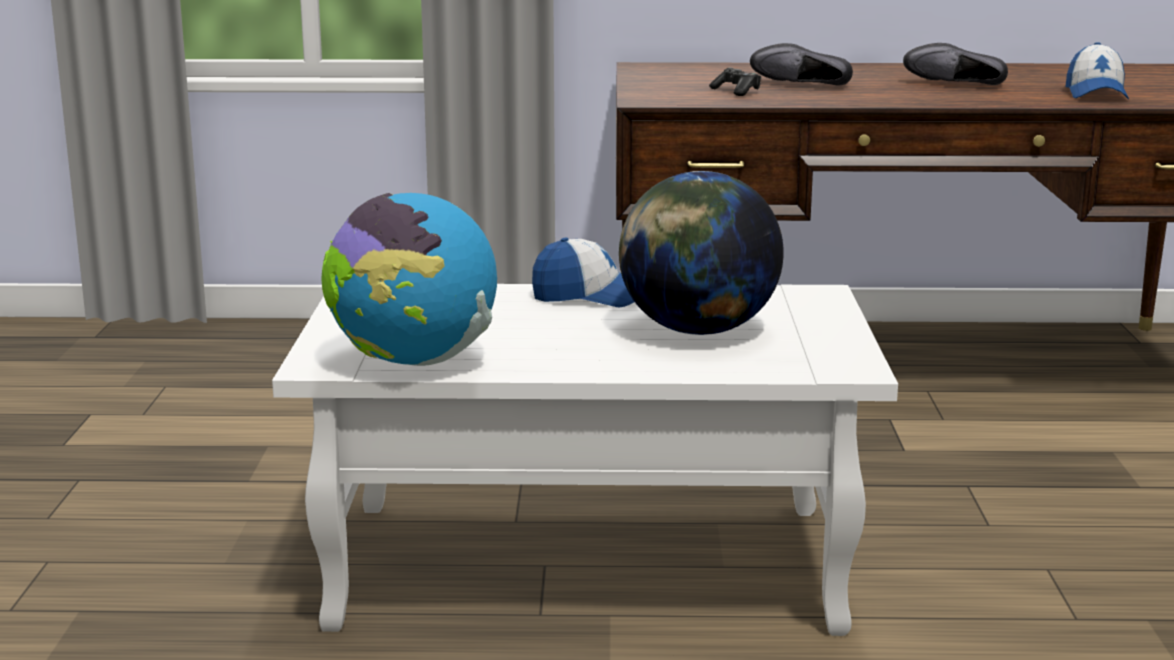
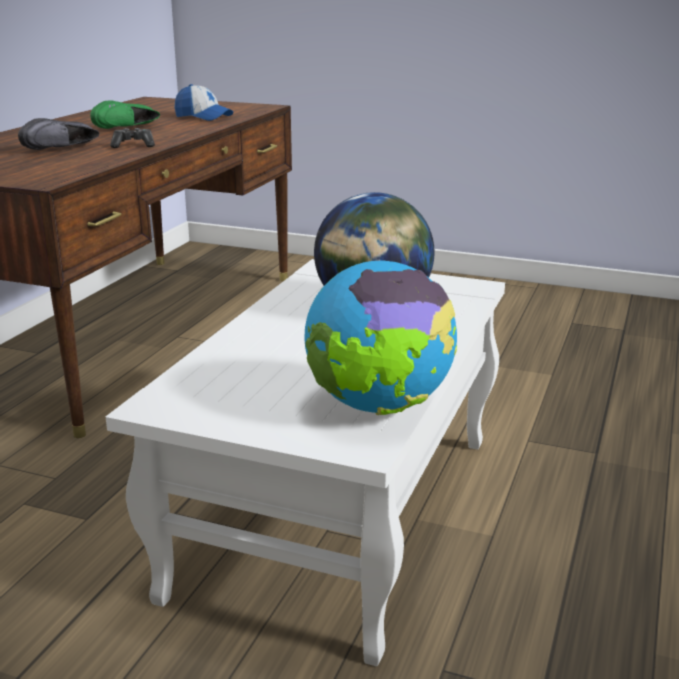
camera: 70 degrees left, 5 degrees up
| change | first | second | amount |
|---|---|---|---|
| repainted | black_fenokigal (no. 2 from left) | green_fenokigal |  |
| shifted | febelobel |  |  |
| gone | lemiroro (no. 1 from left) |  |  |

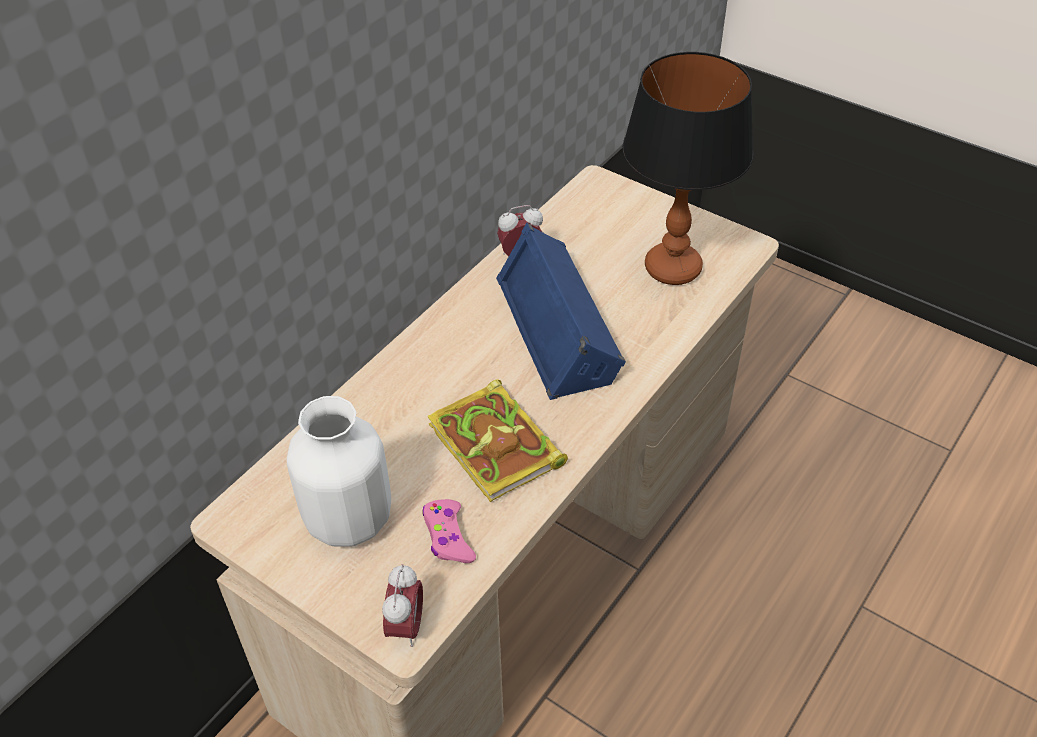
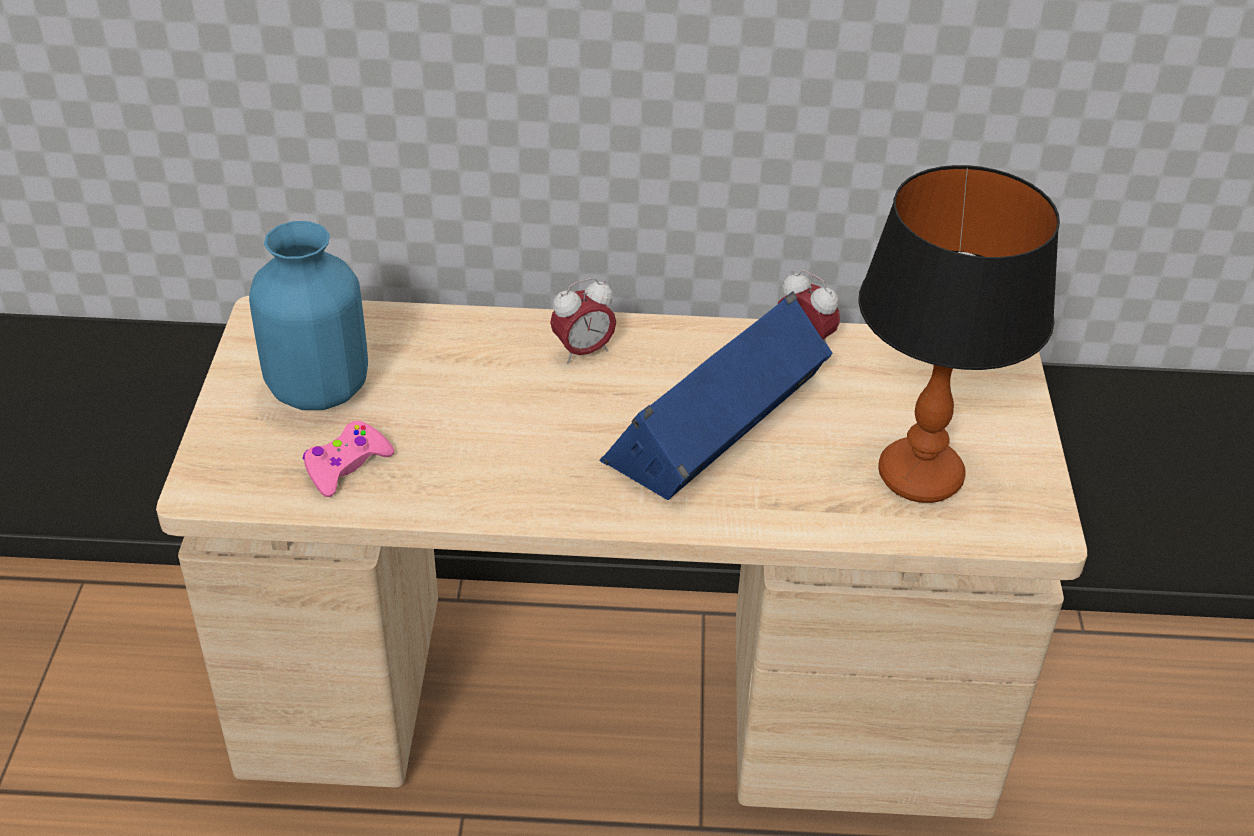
camera: 55 degrees right, 5 degrees down
| change | first | second | amount |
|---|---|---|---|
| gone | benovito |  |  |
| repainted | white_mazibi | blue_mazibi |  |
| shifted | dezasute (no. 1 from left) |  |  |

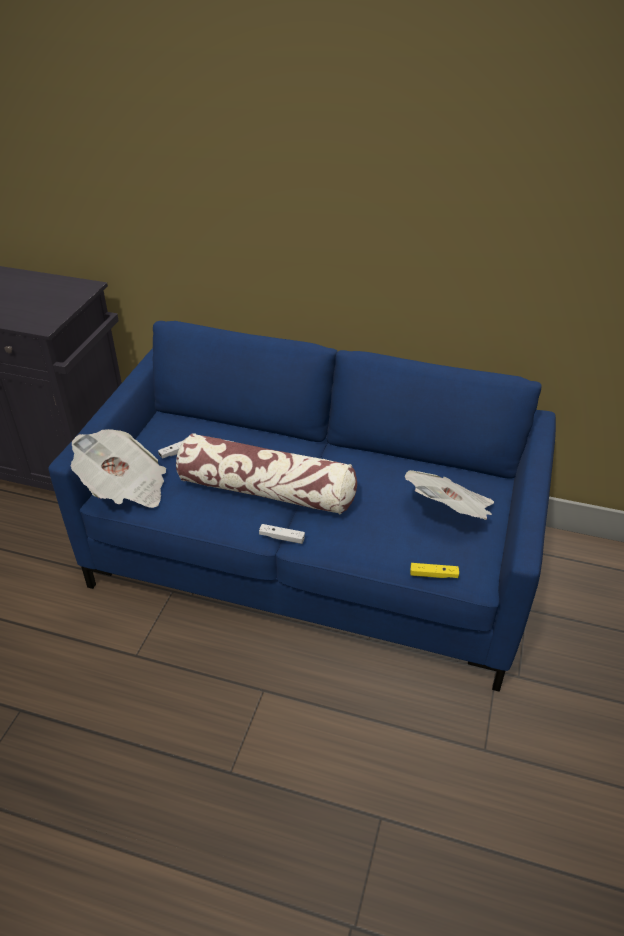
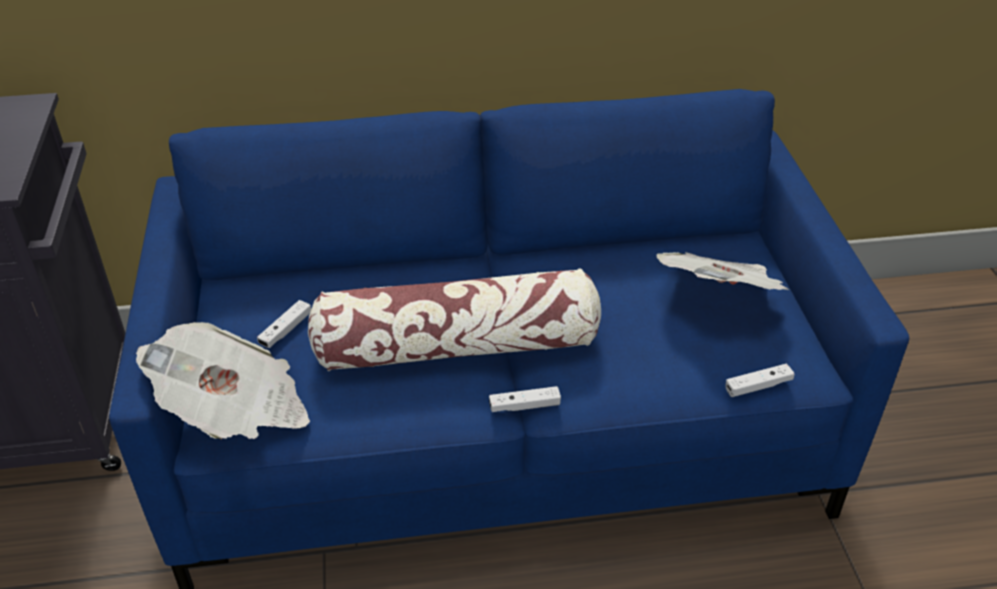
camera: 25 degrees left, 0 degrees up
| change | first | second | amount |
|---|---|---|---|
| repainted | yellow_febelobel | white_febelobel (no. 3 from left) |  |

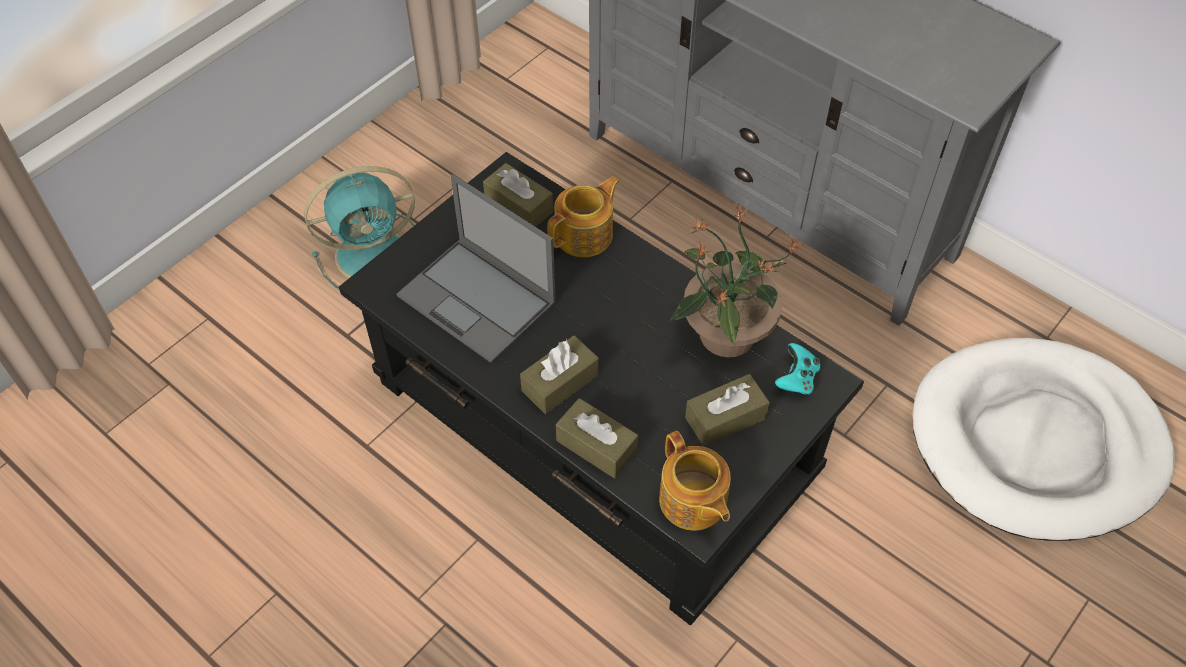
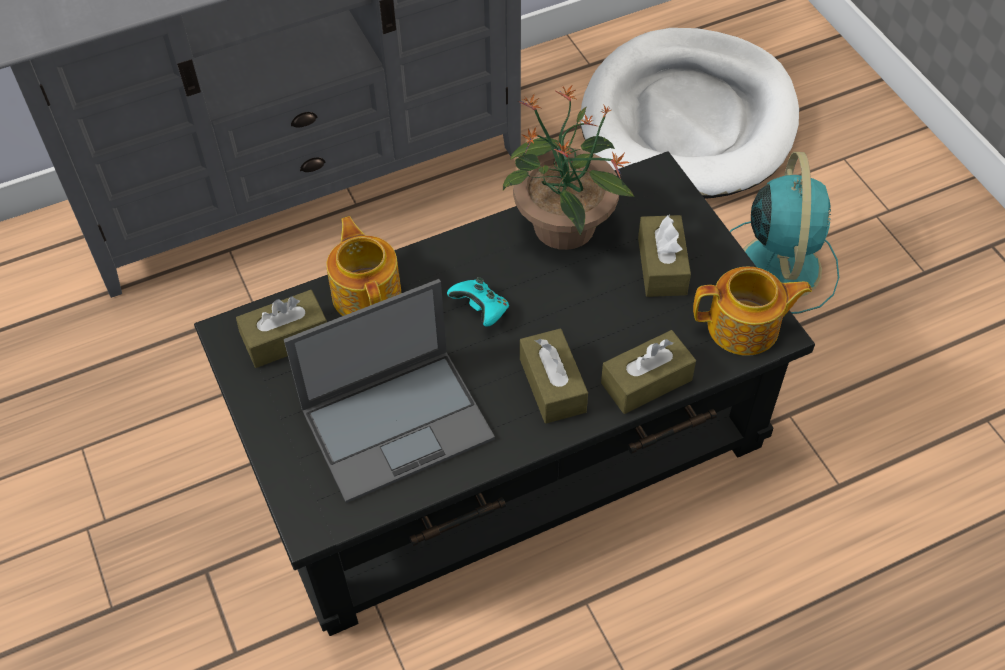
camera: 65 degrees left, 0 degrees up
| change | first | second | amount |
|---|---|---|---|
| shifted | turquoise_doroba |  |  |
| shifted | turquoise_febelobel |  |  |

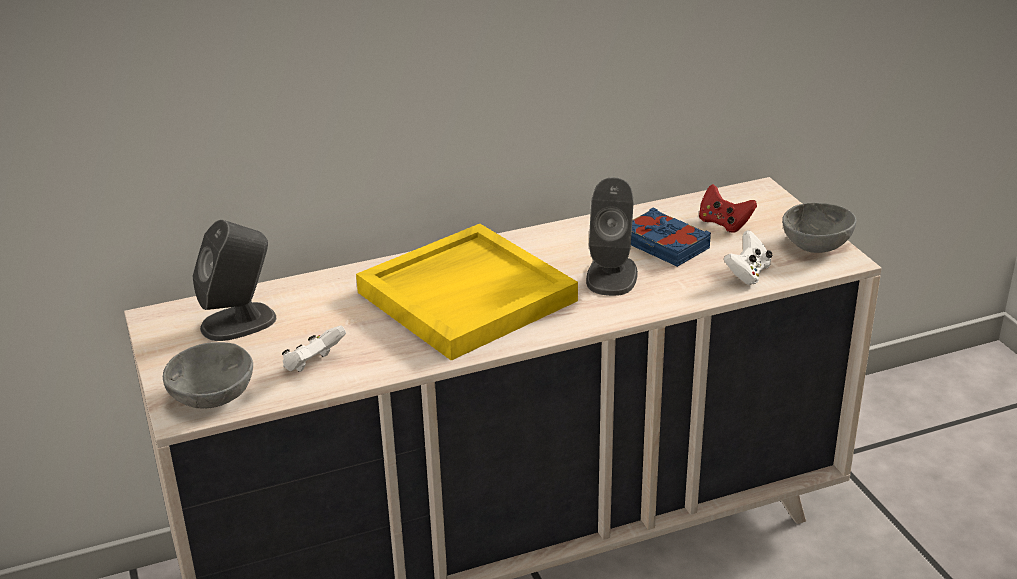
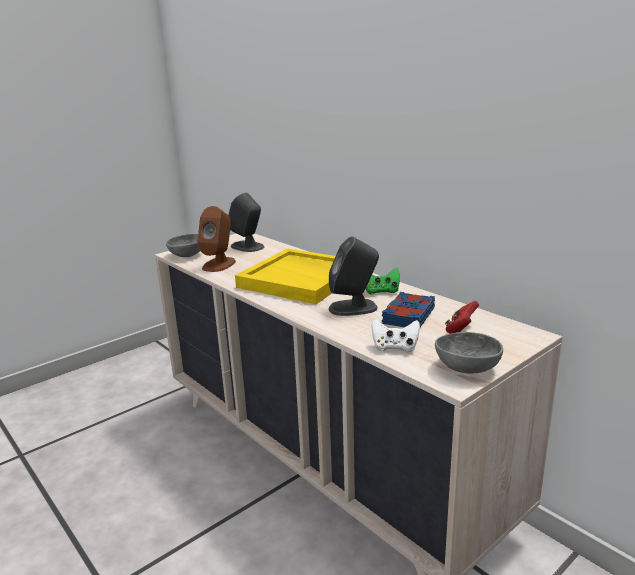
camera: 70 degrees right, 10 degrees down
| change | first | second | amount |
|---|---|---|---|
| swapped | white_febelobel (no. 1 from left) | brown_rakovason |  |
| new |  | green_febelobel |  |

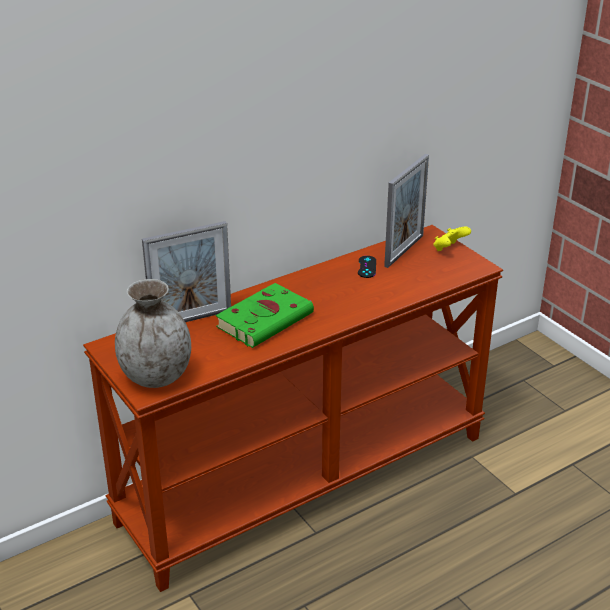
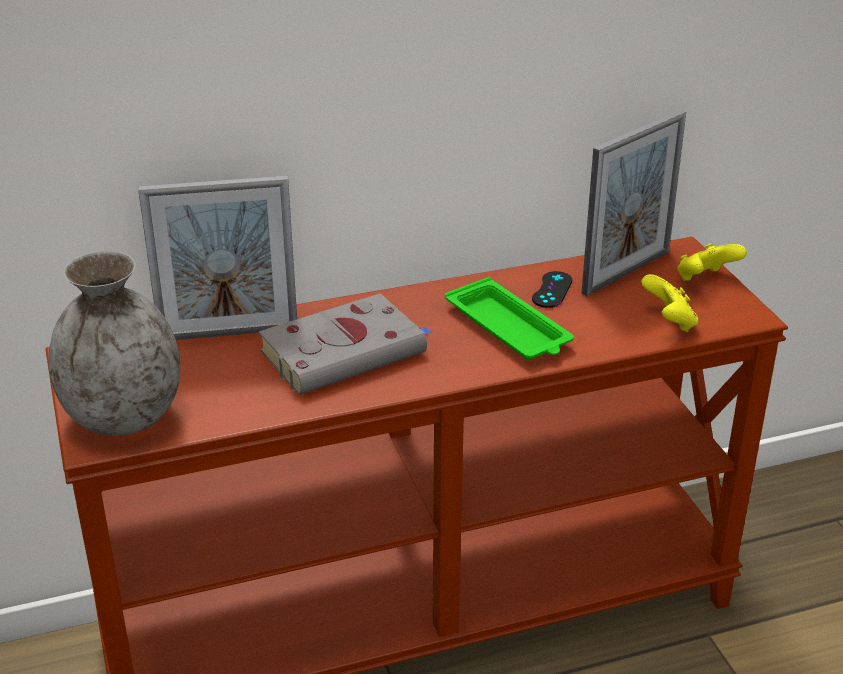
camera: 15 degrees right, 0 degrees up
| change | first | second | amount |
|---|---|---|---|
| repainted | green_benovito | grey_benovito |  |
| new |  | yellow_febelobel (no. 1 from left) |  |
| new |  | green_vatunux |  |

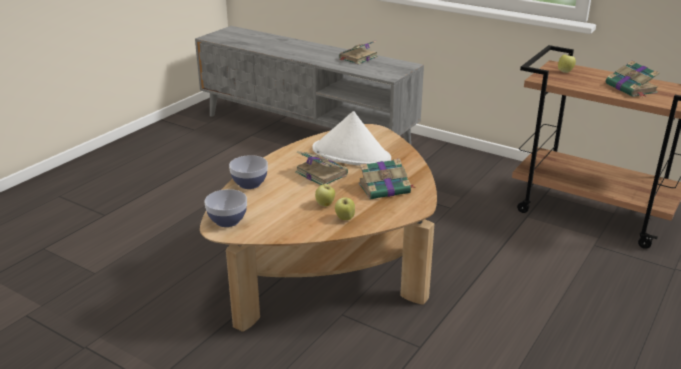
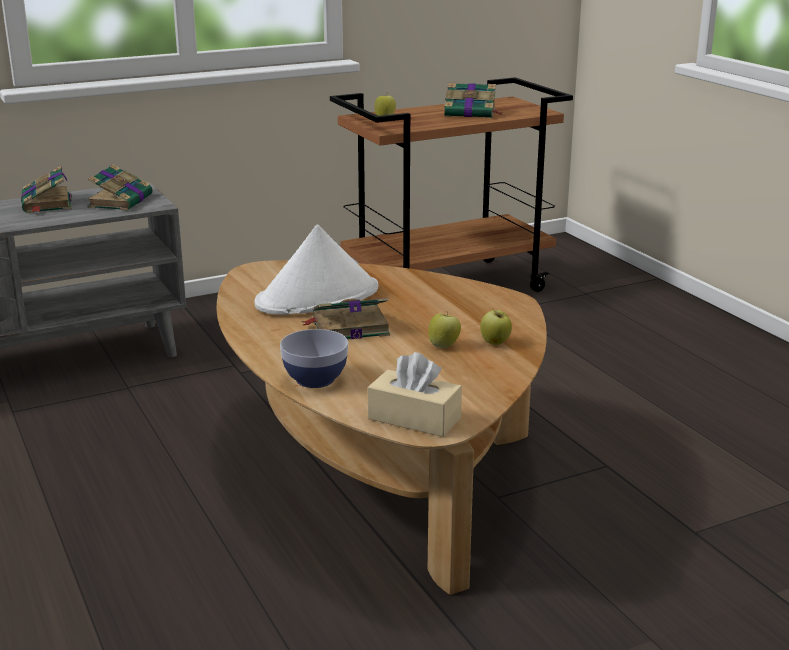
camera: 60 degrees left, 5 degrees down
| change | first | second | amount |
|---|---|---|---|
| shifted | benovito (no. 3 from left in the first image) | benovito (no. 2 from left) |  |
| swapped | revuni (no. 1 from left) | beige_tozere |  |

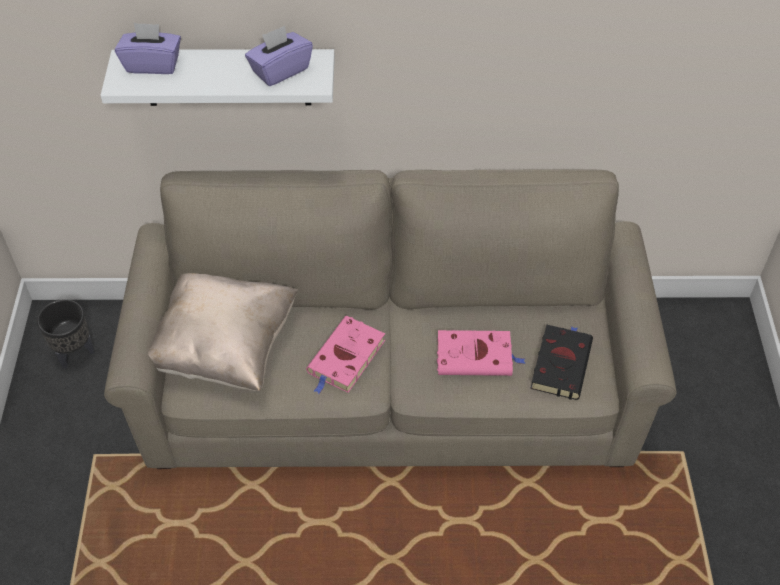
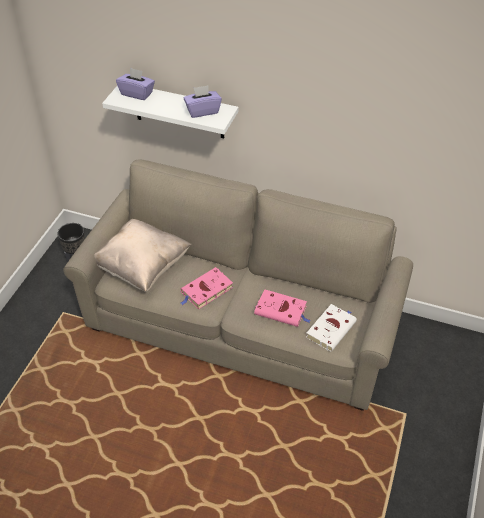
camera: 20 degrees right, 5 degrees down
| change | first | second | amount |
|---|---|---|---|
| repainted | black_benovito | white_benovito |  |

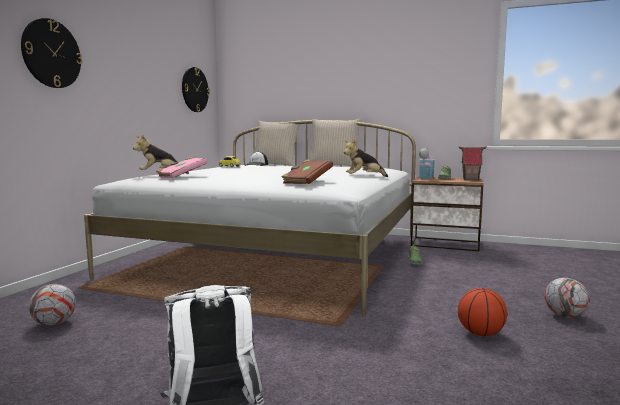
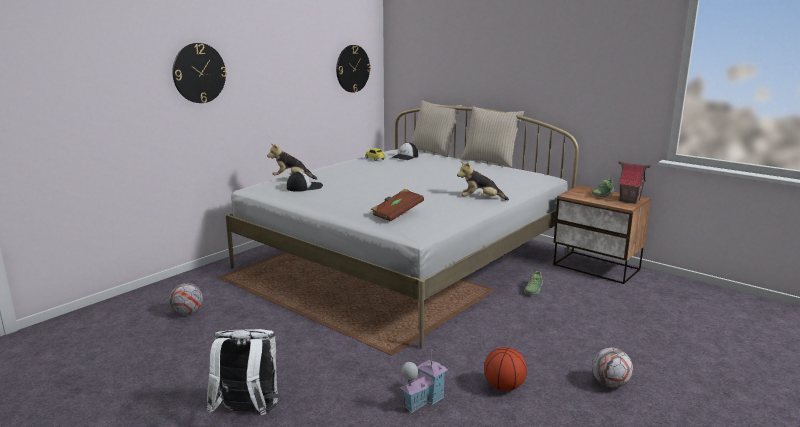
camera: 20 degrees right, 10 degrees up
| change | first | second | amount |
|---|---|---|---|
| shifted | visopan (no. 1 from left) |  |  |
| swapped | pink_benovito | lemiroro (no. 1 from left) |  |

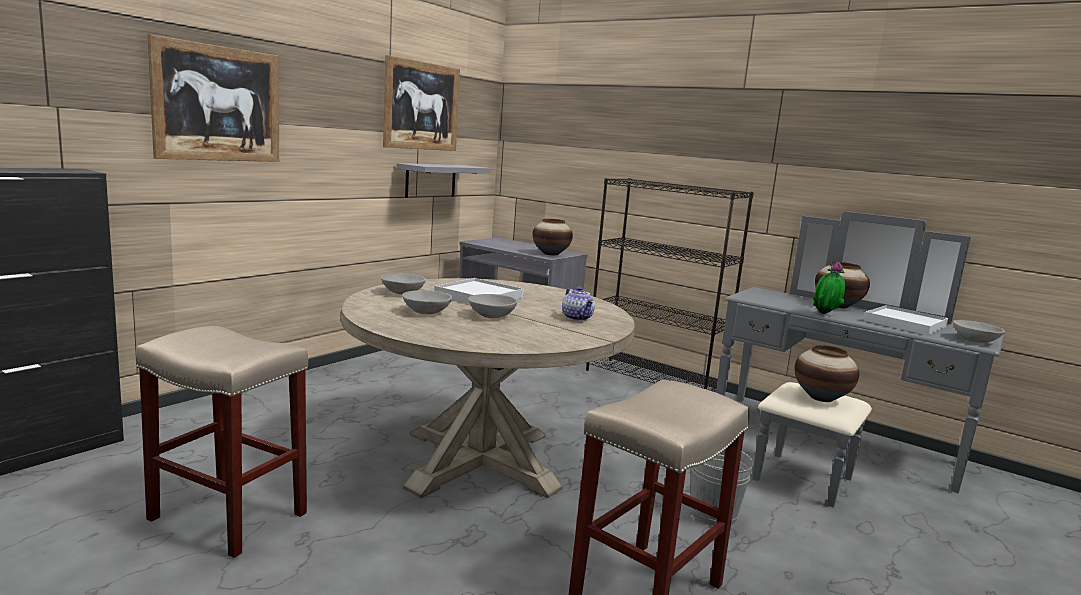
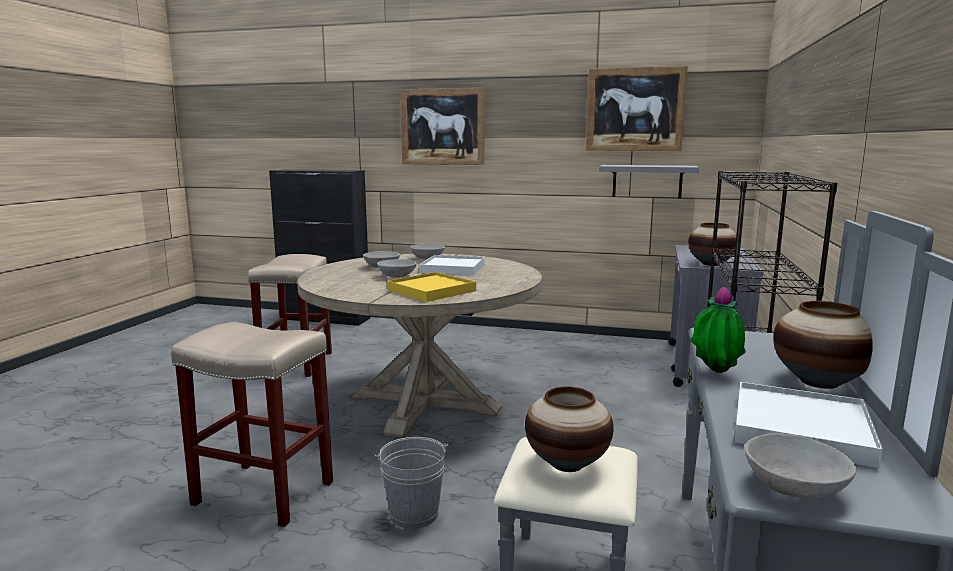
camera: 70 degrees right, 0 degrees up
| change | first | second | amount |
|---|---|---|---|
| swapped | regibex | yellow_vatunux |  |

